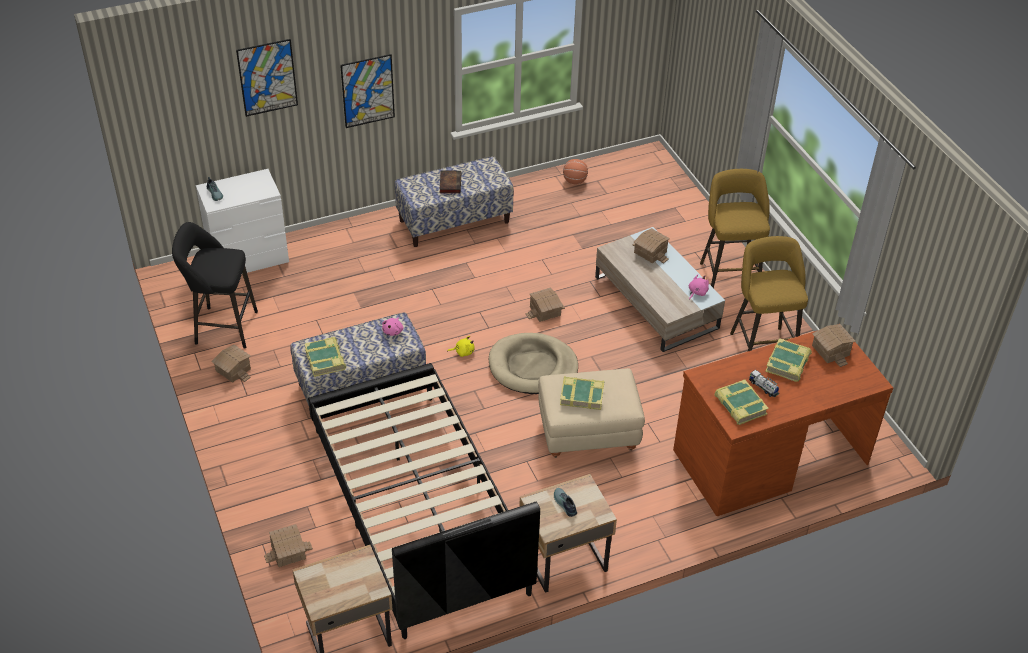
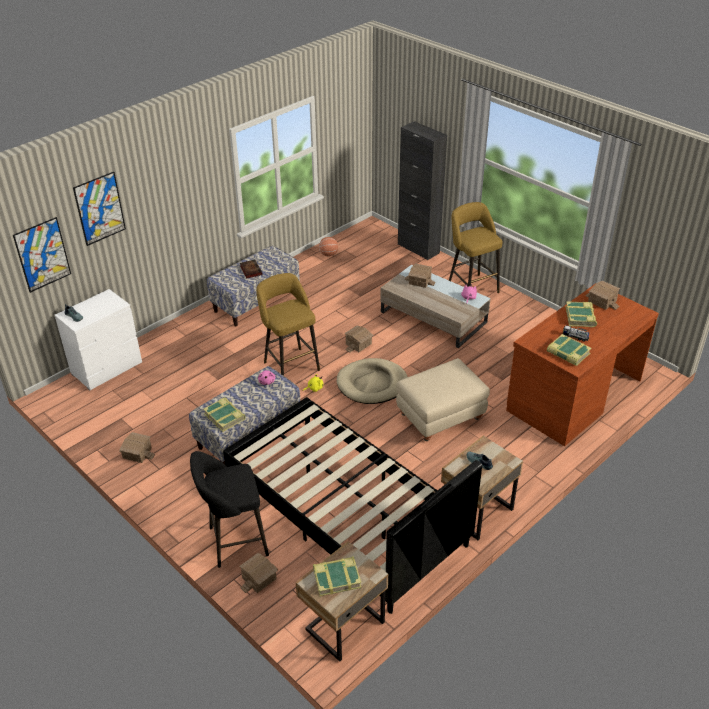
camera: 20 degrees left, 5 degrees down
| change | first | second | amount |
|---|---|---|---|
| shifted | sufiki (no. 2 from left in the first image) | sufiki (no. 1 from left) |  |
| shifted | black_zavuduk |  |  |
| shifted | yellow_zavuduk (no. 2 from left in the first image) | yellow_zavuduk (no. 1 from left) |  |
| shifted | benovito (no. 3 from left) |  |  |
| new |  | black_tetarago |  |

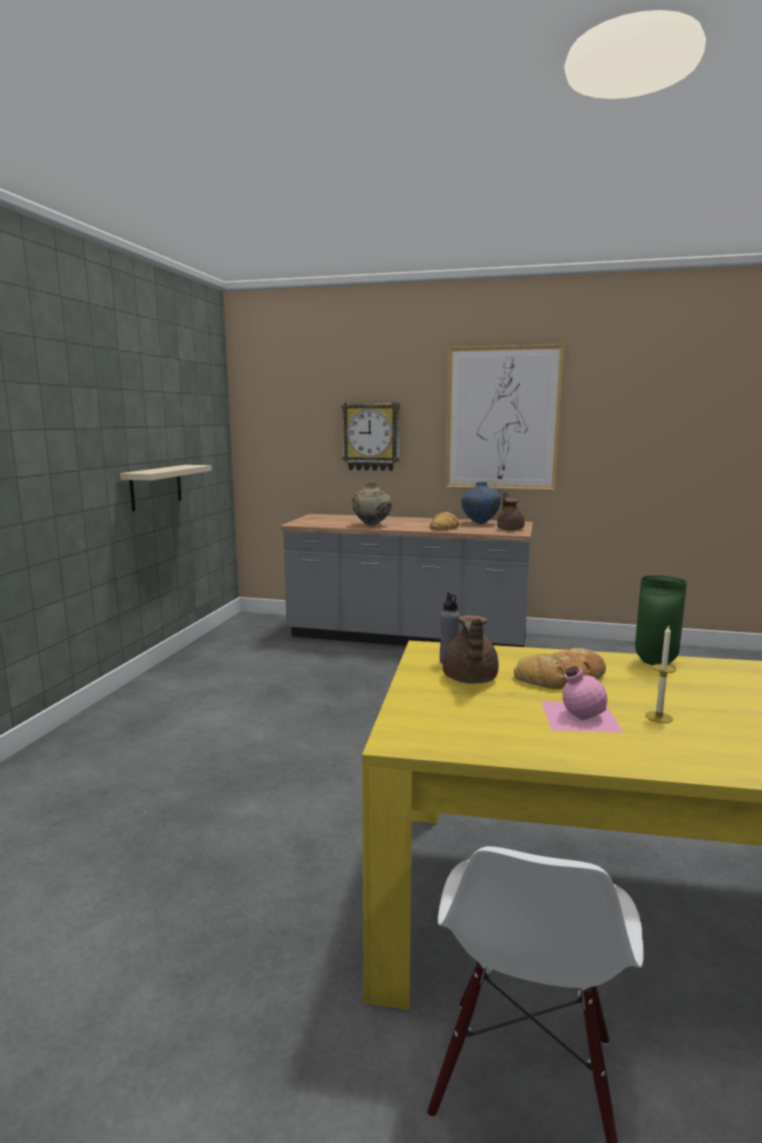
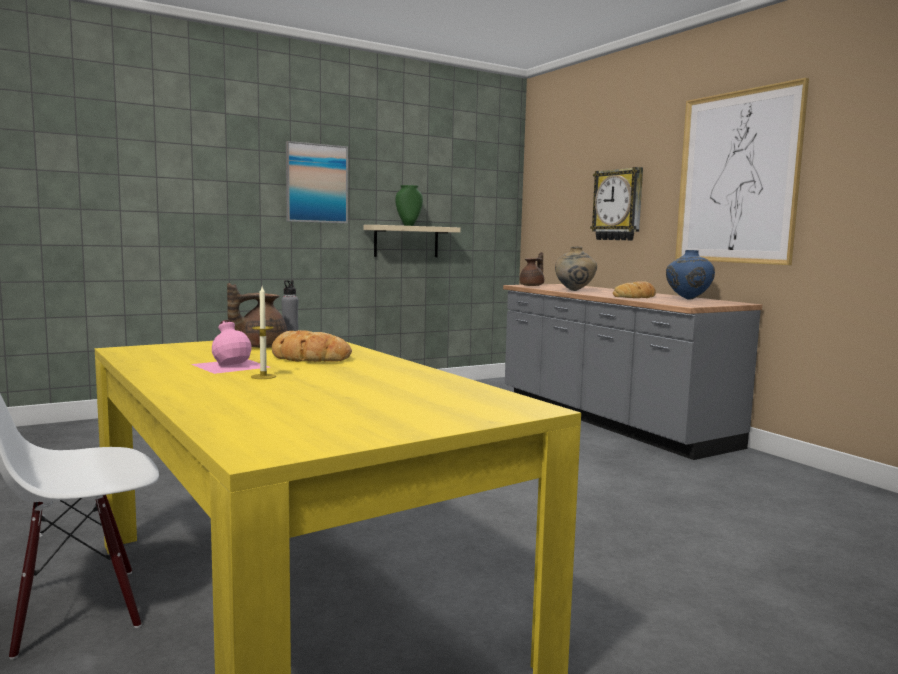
camera: 45 degrees right, 5 degrees down
| change | first | second | amount |
|---|---|---|---|
| shifted | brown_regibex (no. 2 from left) |  |  |
| shifted | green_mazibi |  |  |
| new |  | sufiki (no. 1 from left) |  |

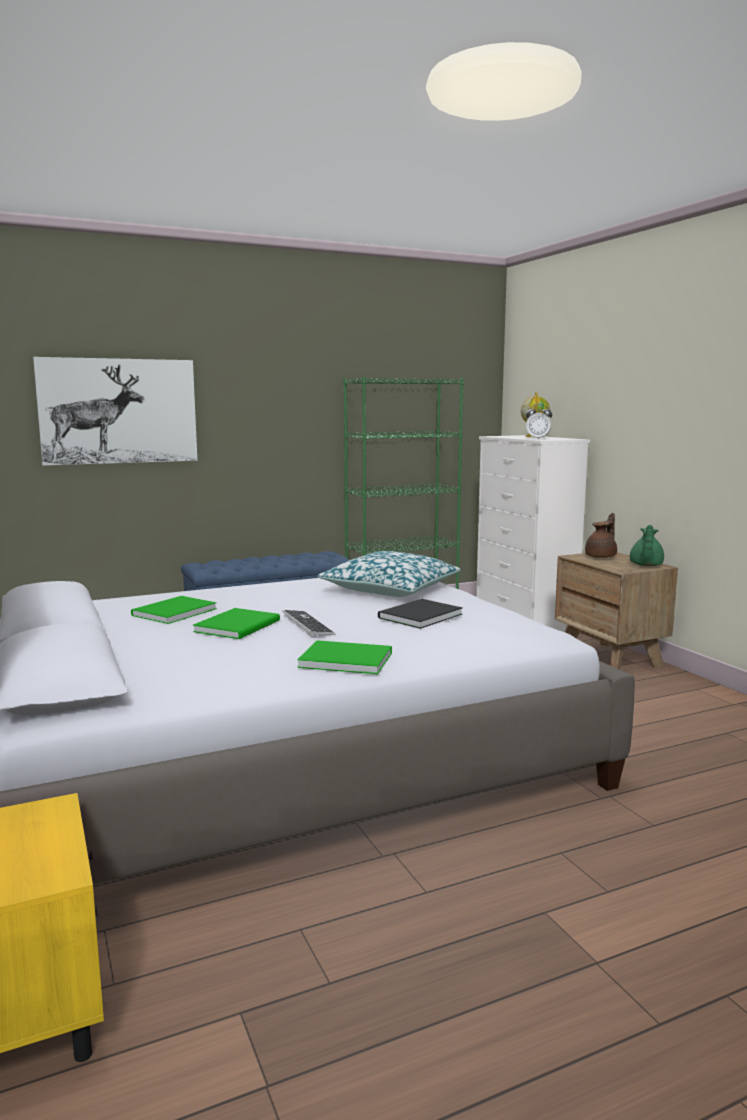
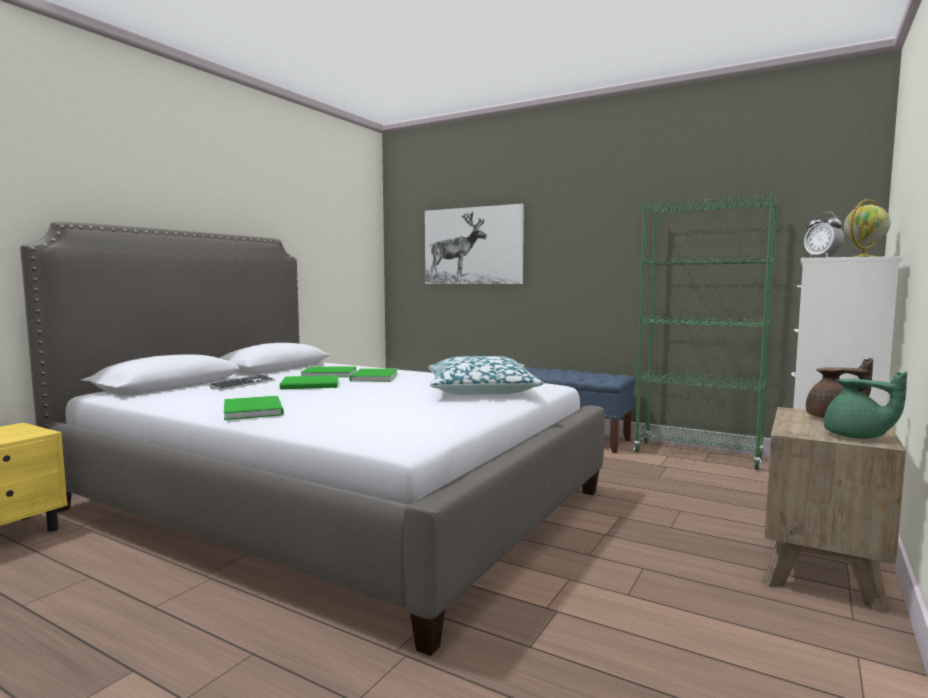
camera: 55 degrees right, 5 degrees down
| change | first | second | amount |
|---|---|---|---|
| rotated | green_regibex |  | 120 degrees counterclockwise |
| gone | black_benovito |  |  |
| shifted | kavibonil |  |  |
| new |  | green_benovito (no. 4 from left) |  |

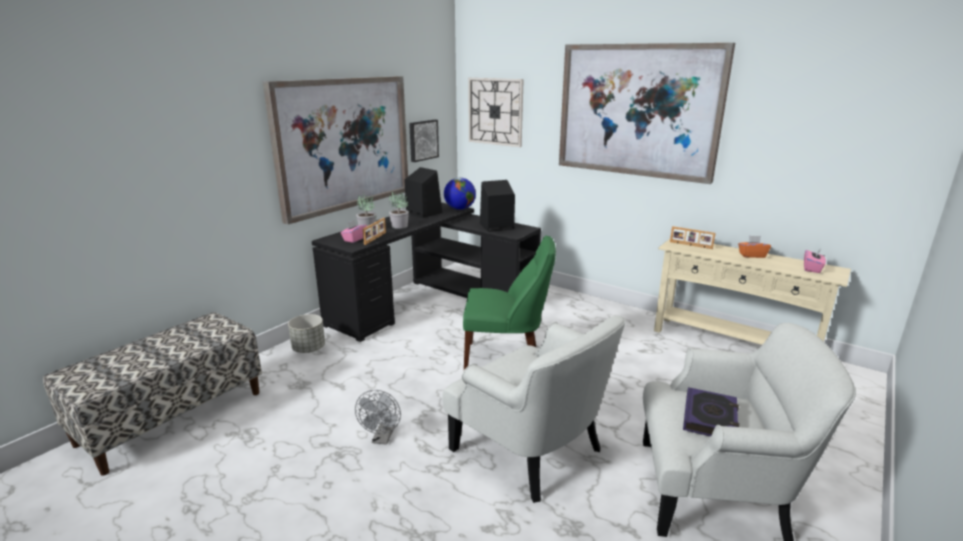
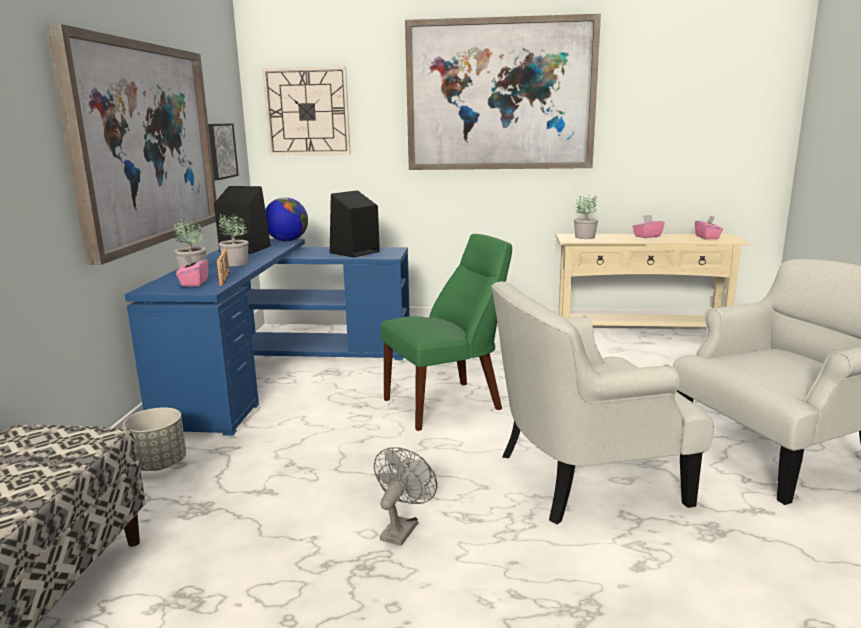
camera: 30 degrees left, 5 degrees down
| change | first | second | amount |
|---|---|---|---|
| repainted | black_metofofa | blue_metofofa |  |
| swapped | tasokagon (no. 2 from left) | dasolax (no. 3 from left) |  |
| repainted | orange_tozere | pink_tozere (no. 2 from left) |  |
| rotated | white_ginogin (no. 1 from left) |  | 150 degrees clockwise |
| gone | benovito |  |  |
| rotated | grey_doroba |  | 135 degrees counterclockwise |

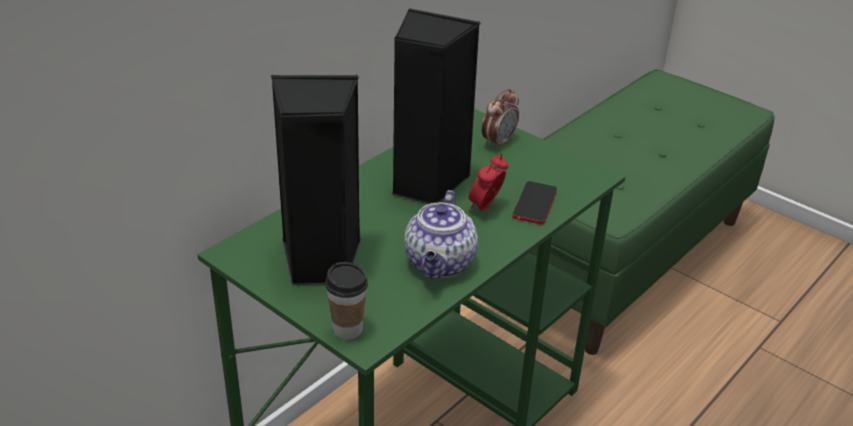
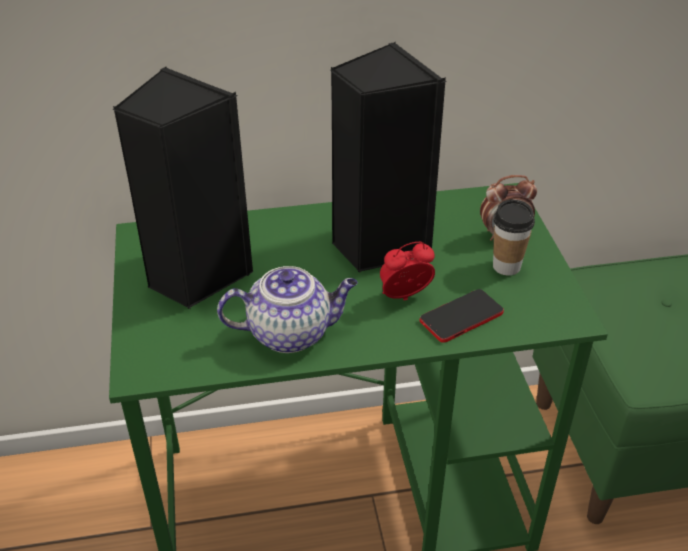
camera: 40 degrees right, 5 degrees up
| change | first | second | amount |
|---|---|---|---|
| rotated | regibex |  | 150 degrees counterclockwise |
| shifted | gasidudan |  |  |

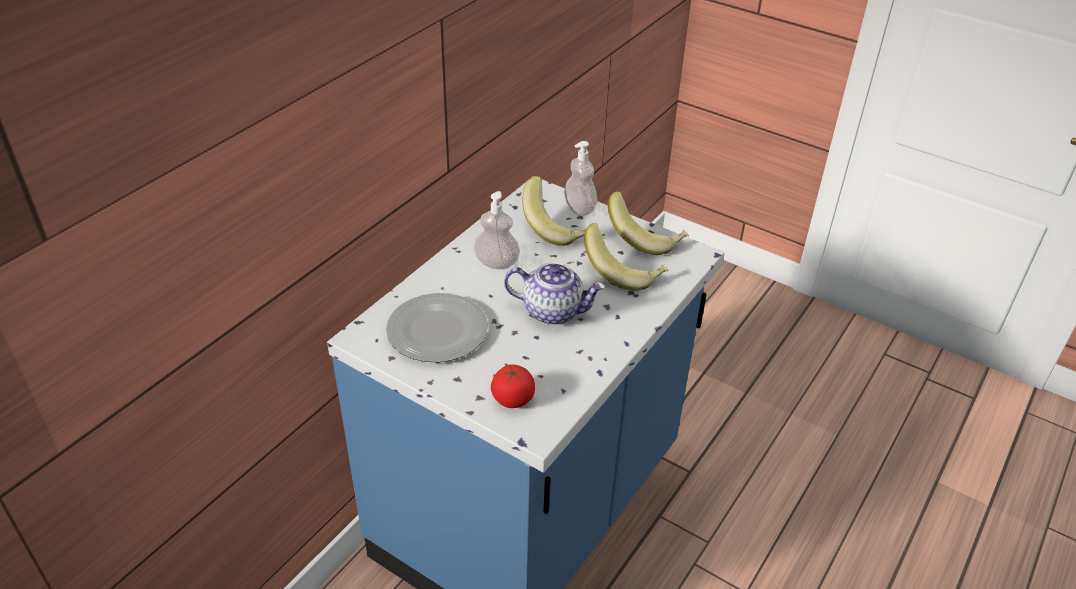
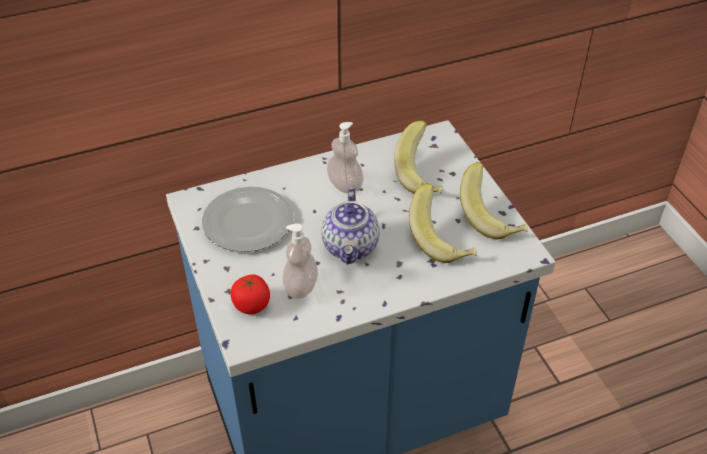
camera: 35 degrees right, 5 degrees up
| change | first | second | amount |
|---|---|---|---|
| shifted | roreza (no. 2 from left in the first image) | roreza (no. 1 from left) |  |
| rotated | regibex |  | 45 degrees clockwise |

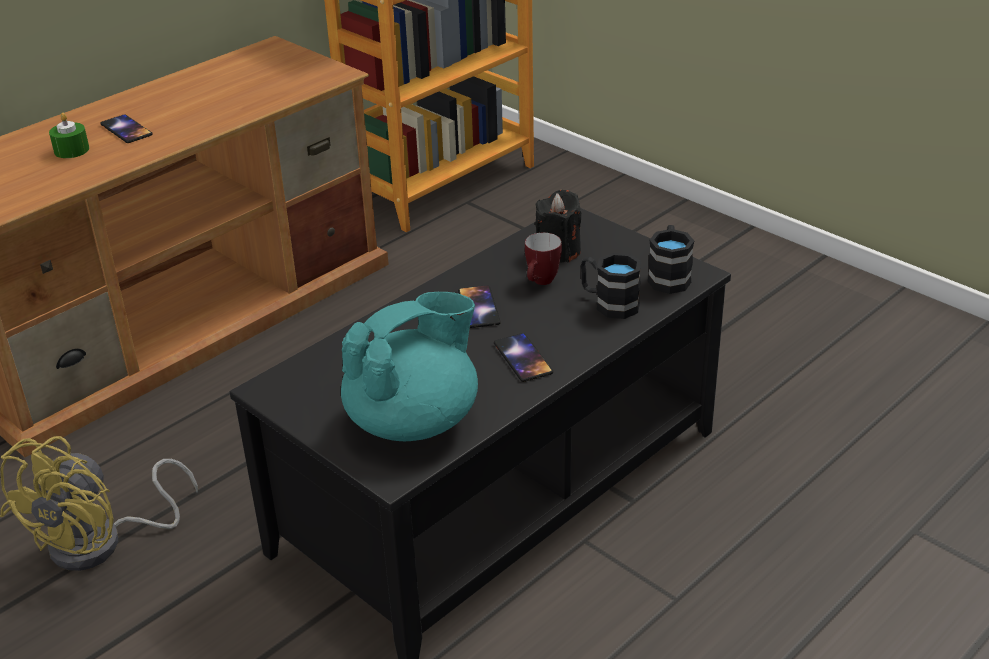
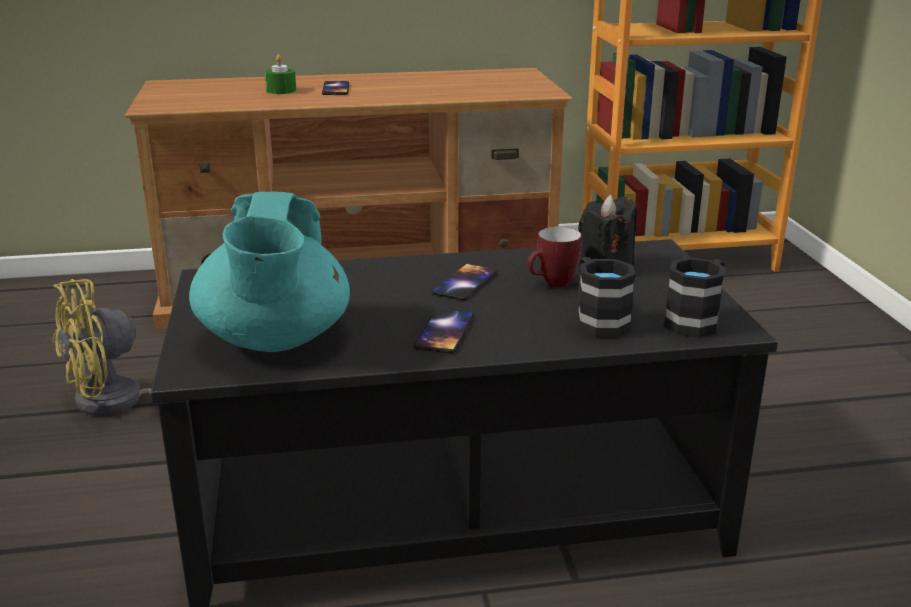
camera: 35 degrees right, 10 degrees down
| change | first | second | amount |
|---|---|---|---|
| rotated | turquoise_regibex |  | 90 degrees clockwise |

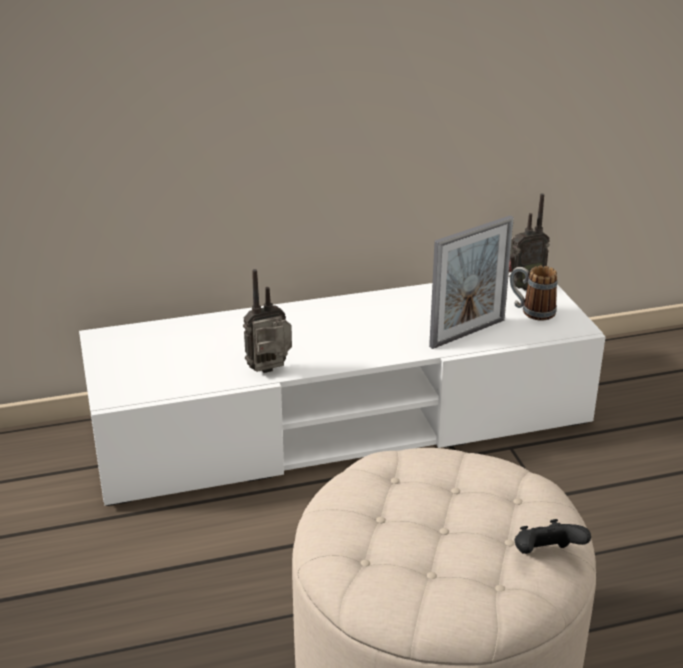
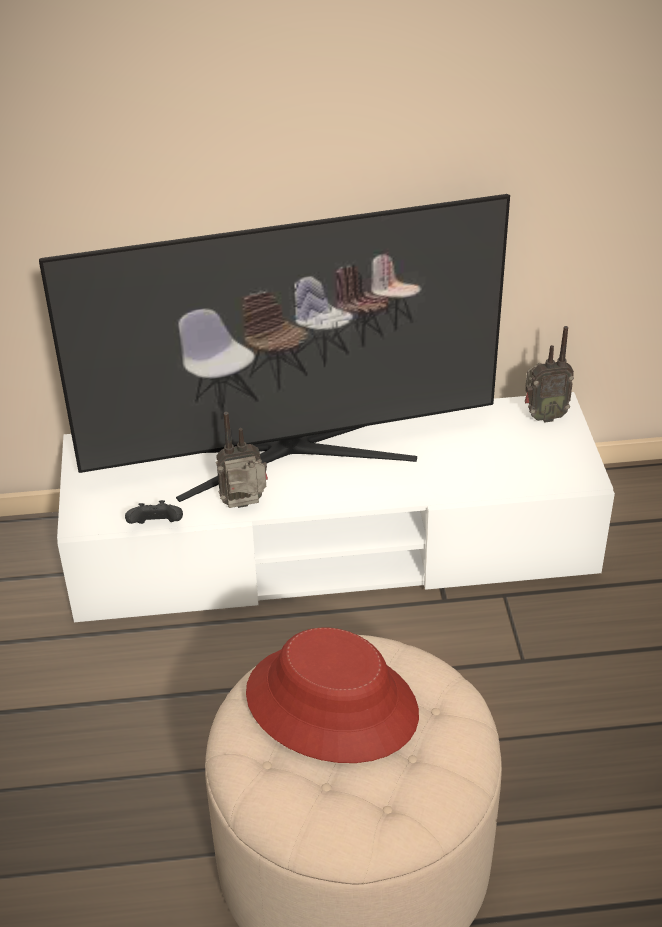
camera: 10 degrees right, 10 degrees up
| change | first | second | amount |
|---|---|---|---|
| gone | tasokagon |  |  |
| gone | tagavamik |  |  |
| shifted | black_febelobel |  |  |
| new |  | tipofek |  |
| new |  | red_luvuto |  |

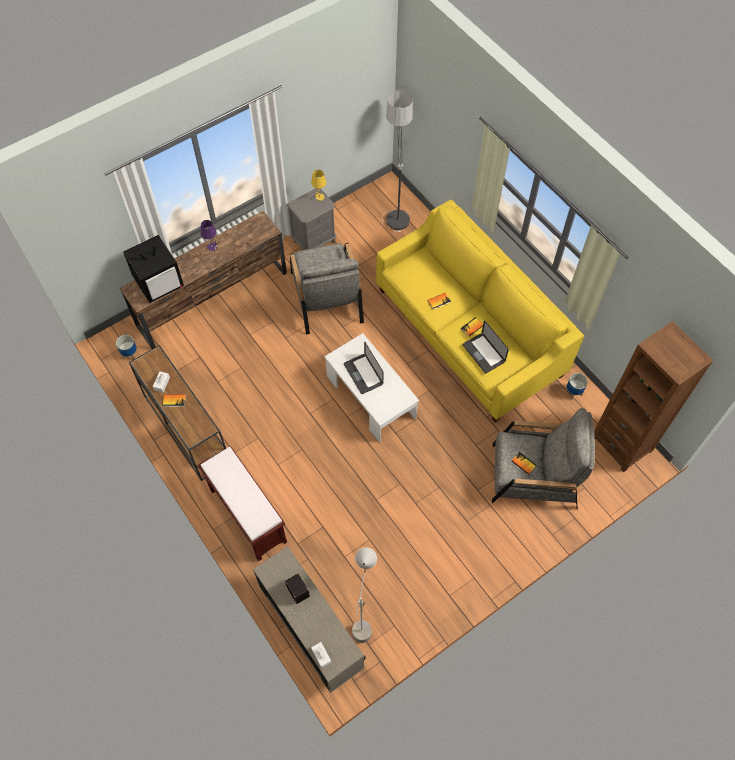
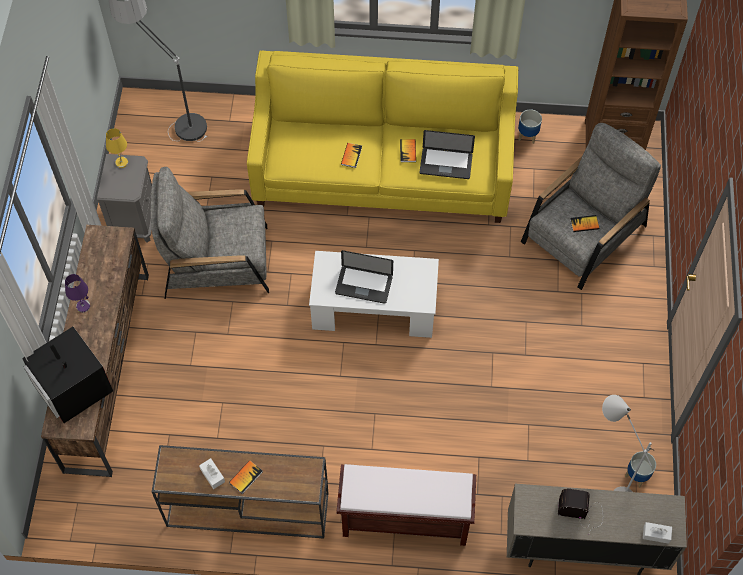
camera: 50 degrees left, 0 degrees up
| change | first | second | amount |
|---|---|---|---|
| rotated | tipofek |  | 135 degrees clockwise |
| rotated | grey_ginogin (no. 1 from left) |  | 150 degrees clockwise |
| shifted | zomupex (no. 1 from left in the first image) | zomupex (no. 2 from left) |  |

